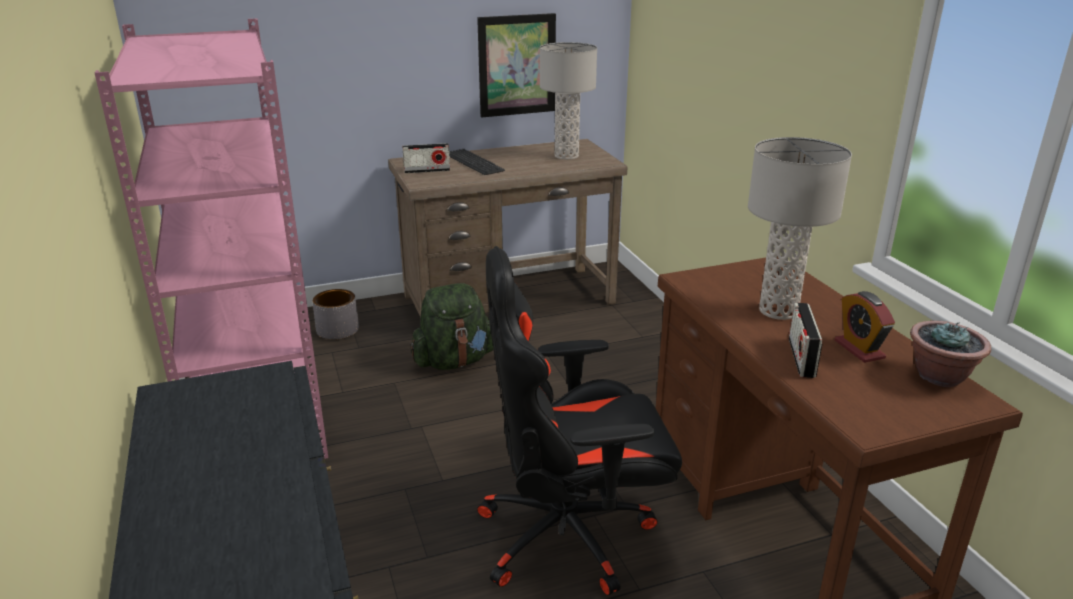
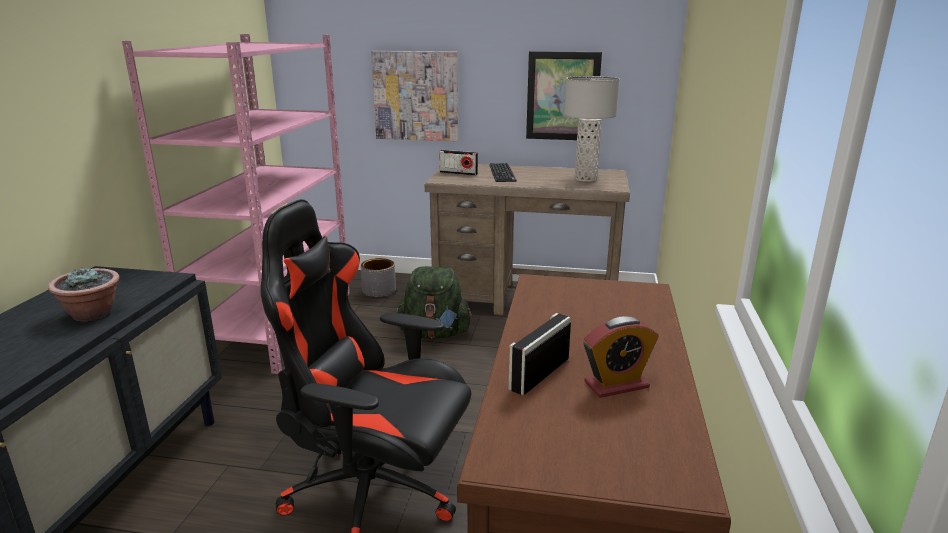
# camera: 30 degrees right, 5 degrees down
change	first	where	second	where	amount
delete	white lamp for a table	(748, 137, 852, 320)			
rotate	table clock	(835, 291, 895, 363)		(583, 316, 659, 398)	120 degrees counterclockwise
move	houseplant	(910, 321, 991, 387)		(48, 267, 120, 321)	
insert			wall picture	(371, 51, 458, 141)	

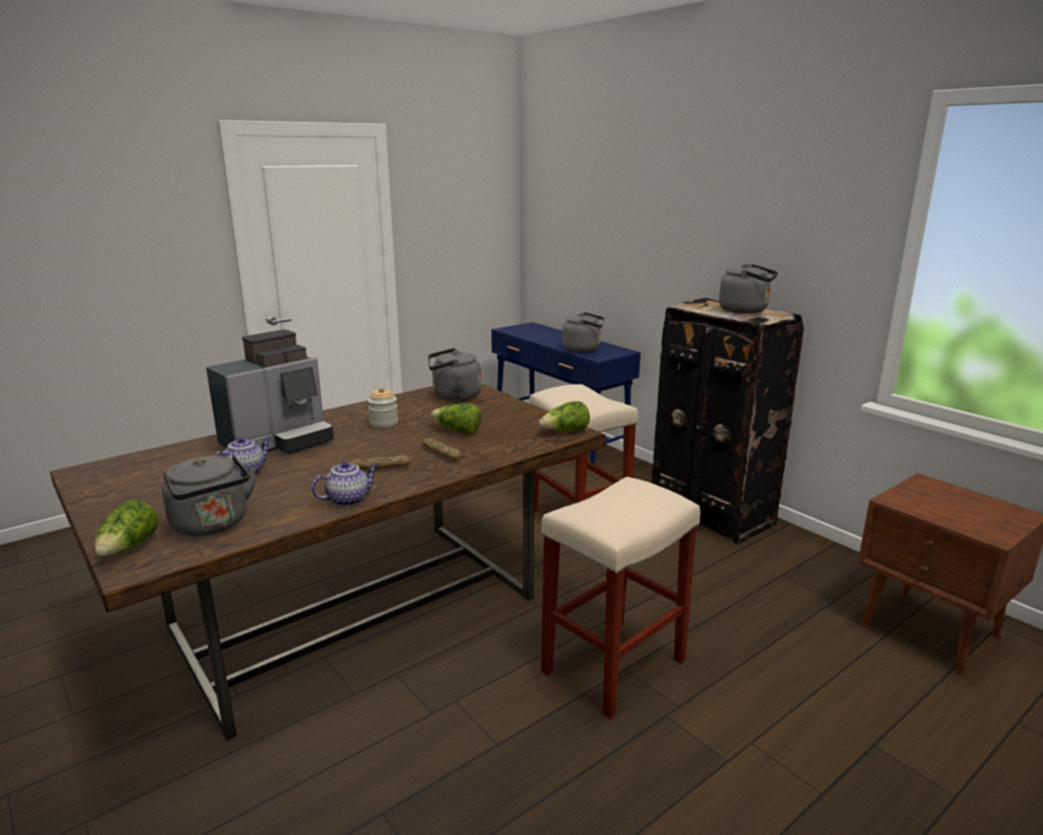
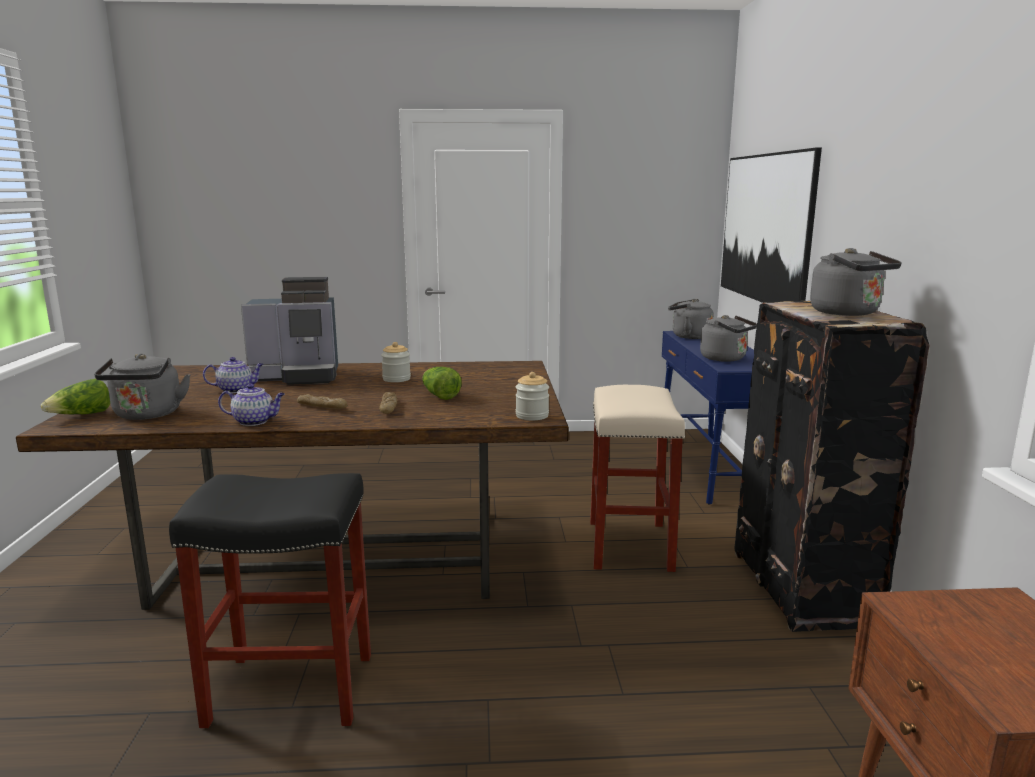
# camera: 35 degrees right, 5 degrees down
change	first	where	second	where	amount
move	gray kettle	(428, 348, 481, 401)		(668, 299, 714, 339)	
replace	lettuce head	(539, 401, 590, 432)	jar	(516, 372, 549, 420)	
delete	beige-coloured sitting stool	(541, 477, 700, 719)			
insert			blackish sitting stool	(169, 473, 371, 728)	
insert			wall picture	(721, 147, 822, 303)	

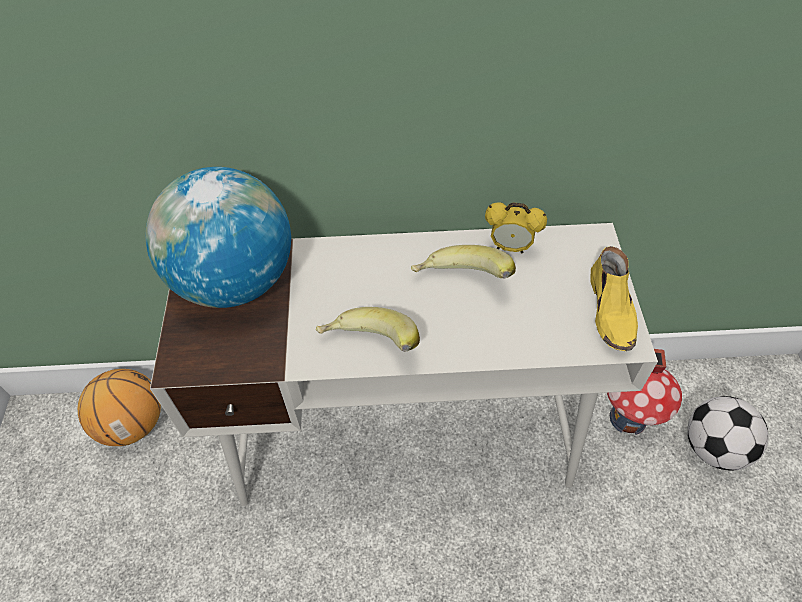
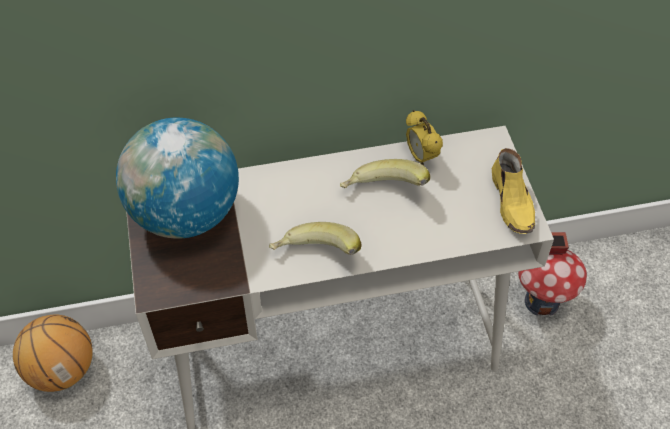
# camera: 10 degrees left, 0 degrees up
change	first	where	second	where	amount
rotate	table clock	(485, 202, 547, 254)		(406, 110, 443, 166)	60 degrees clockwise
delete	ball for football	(687, 396, 769, 471)			

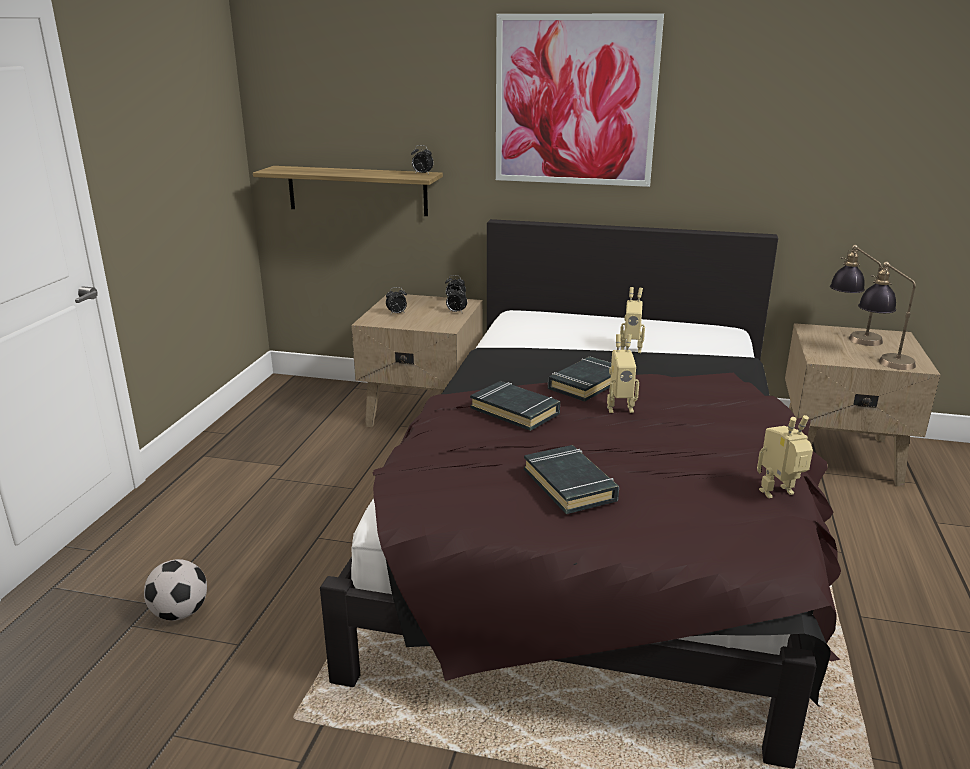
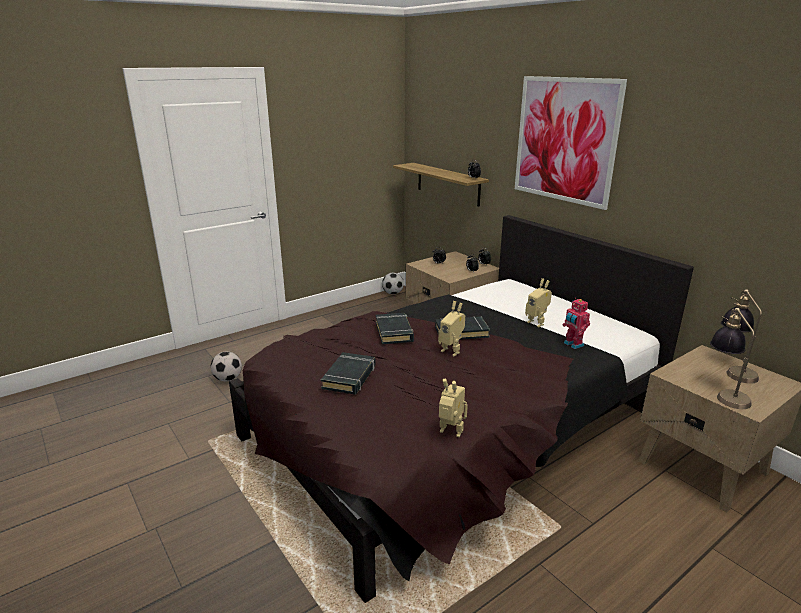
# camera: 40 degrees right, 0 degrees up
change	first	where	second	where	amount
insert			ball for football	(382, 273, 404, 294)	
insert			model robot	(562, 298, 590, 349)	

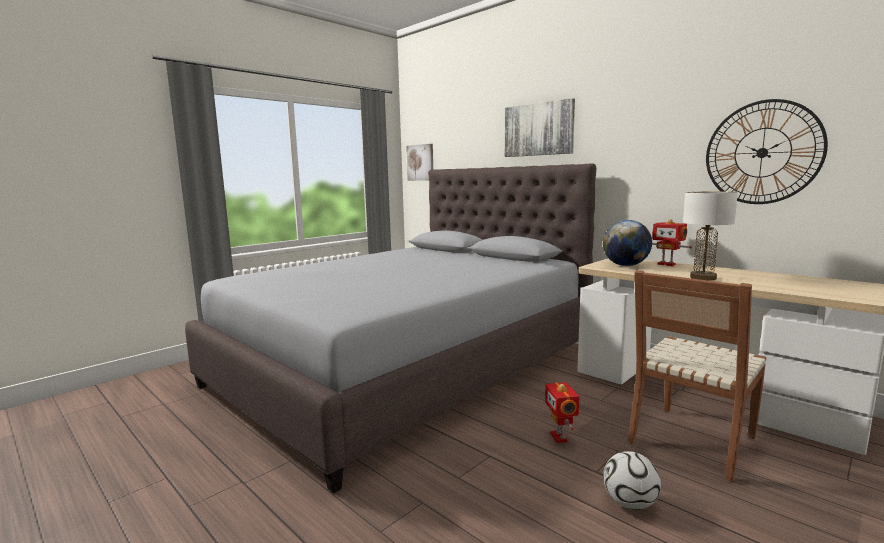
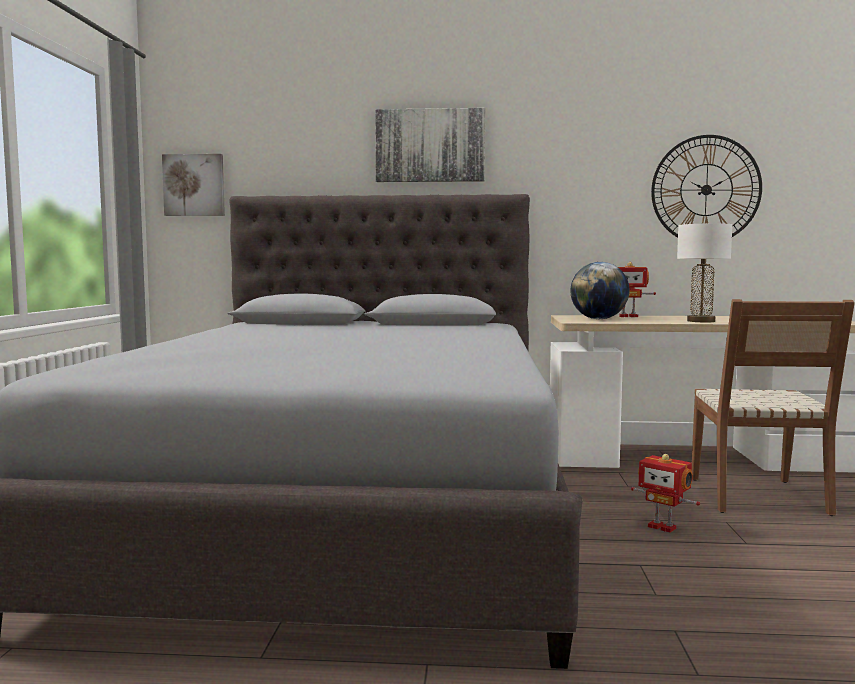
# camera: 40 degrees left, 5 degrees down
change	first	where	second	where	amount
delete	ball for football	(603, 451, 661, 510)			

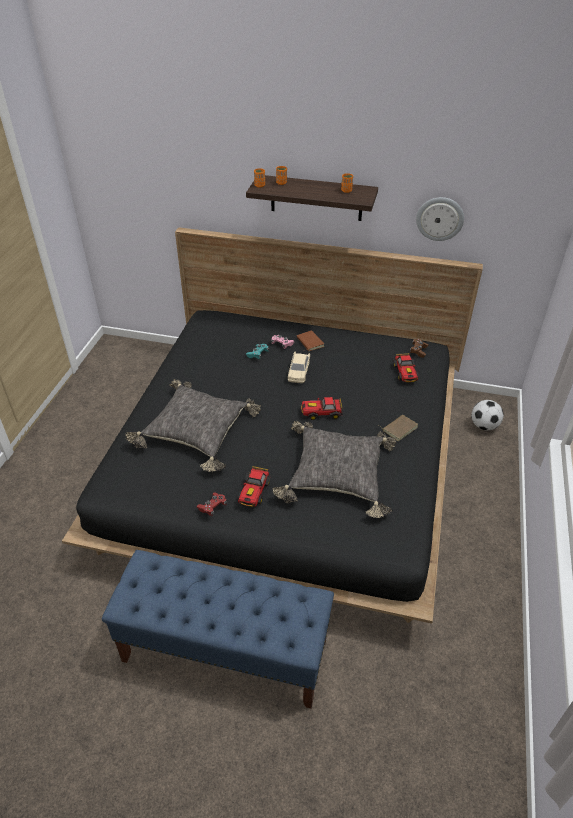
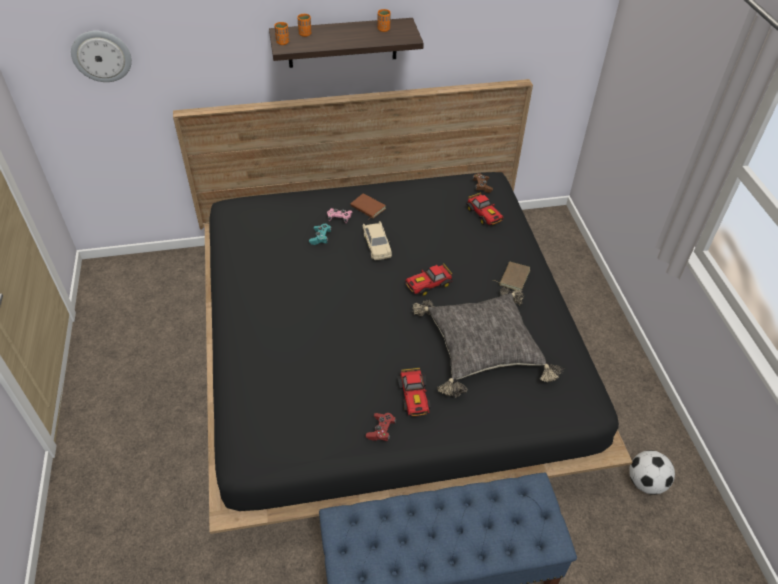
# camera: 25 degrees left, 5 degrees up
change	first	where	second	where	amount
delete	cushion	(125, 379, 261, 473)			
move	clock on the wall	(416, 197, 464, 241)		(71, 31, 132, 82)	
move	ball for football	(471, 400, 504, 430)		(629, 450, 675, 495)	

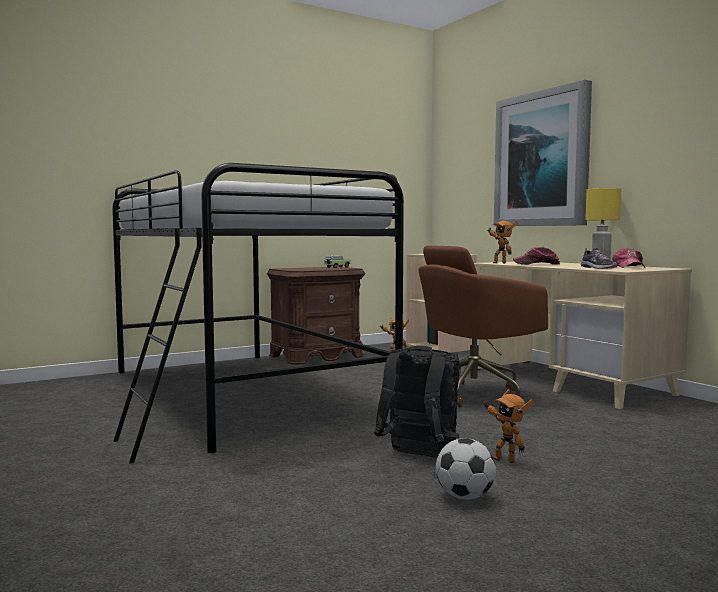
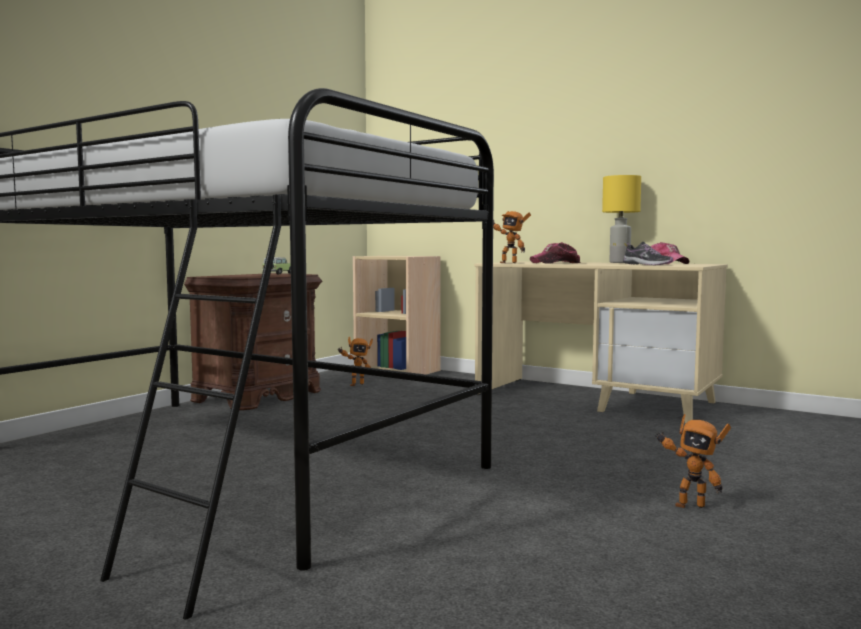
# camera: 25 degrees left, 0 degrees up
change	first	where	second	where	amount
delete	blackish rucksack	(374, 345, 460, 458)			
delete	brown office chair	(418, 245, 548, 407)			
delete	ball for football	(436, 438, 496, 500)			
delete	wall picture	(494, 80, 592, 226)			

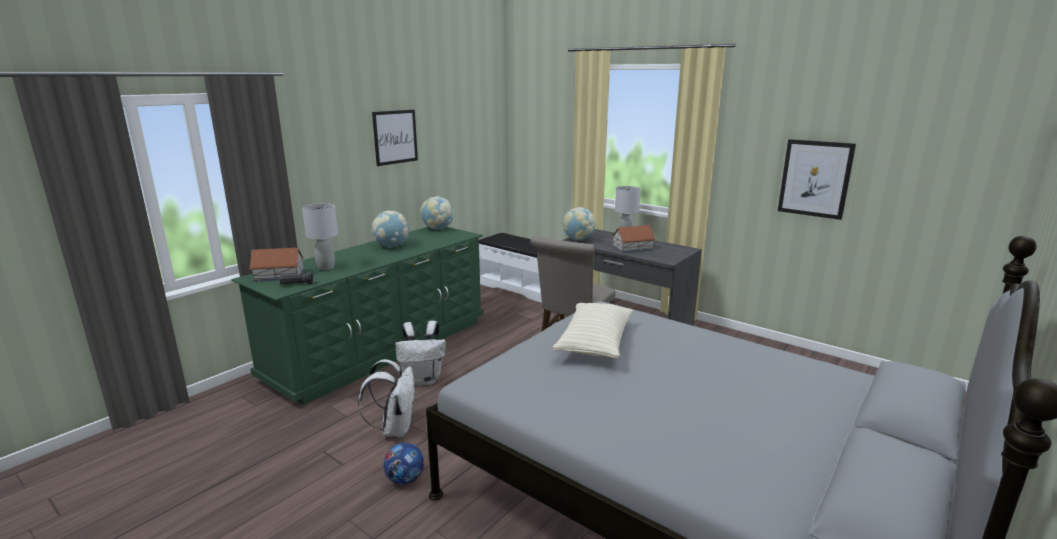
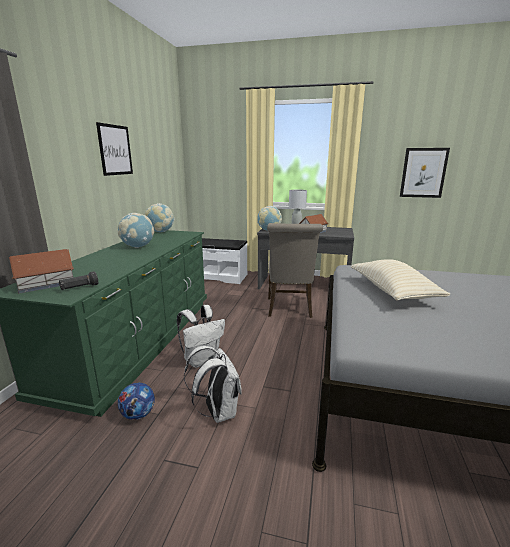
# camera: 25 degrees left, 0 degrees up
change	first	where	second	where	amount
delete	gray lamp for a table	(302, 203, 338, 270)			
move	ball for football	(383, 443, 424, 484)		(118, 383, 155, 420)	

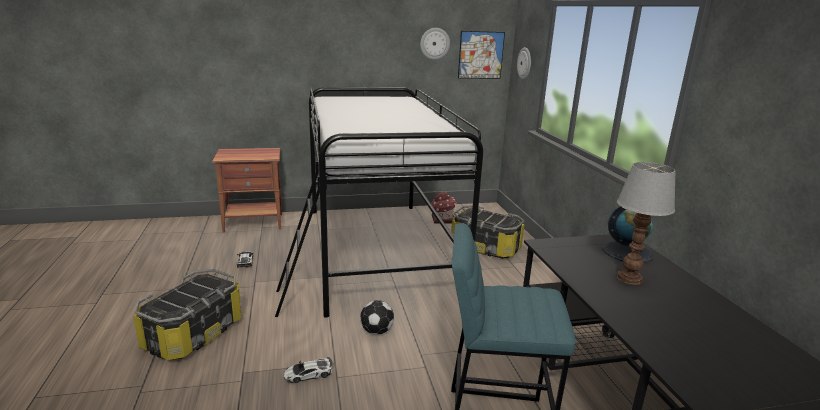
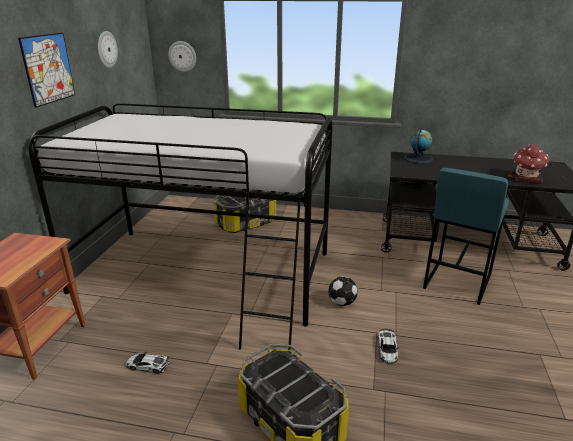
# camera: 65 degrees left, 5 degrees up
change	first	where	second	where	amount
move	model house	(431, 192, 457, 224)		(508, 144, 549, 184)	
move	wall picture	(458, 31, 505, 79)		(18, 33, 75, 108)	
delete	lamp for a table	(617, 162, 675, 285)			

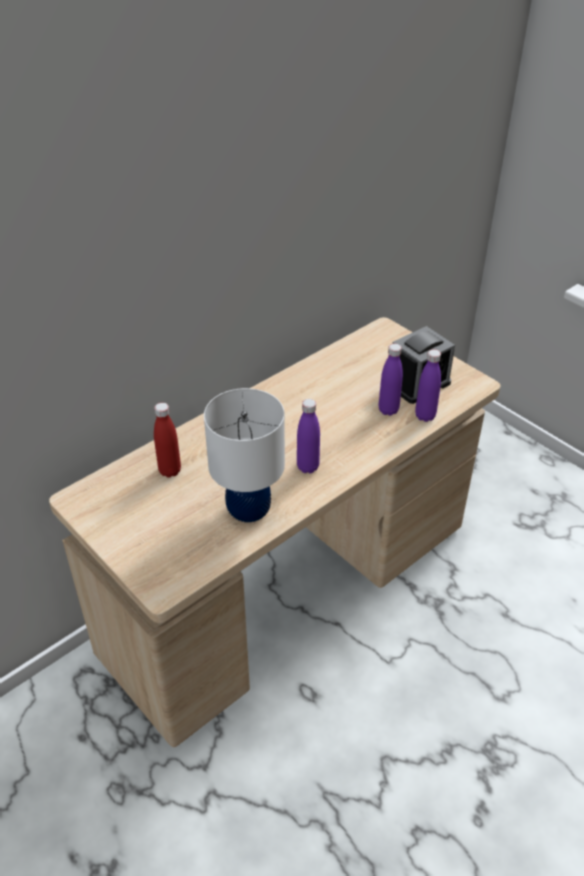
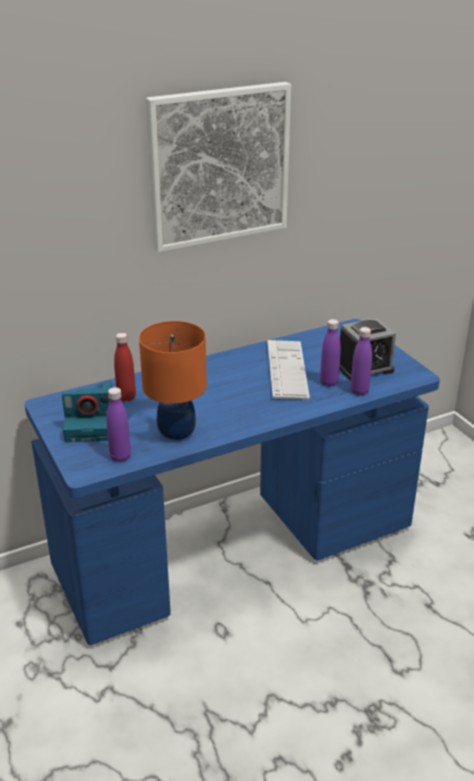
# camera: 15 degrees right, 10 degrees down
change	first	where	second	where	amount
recolor	beige-coloured desk unit	(49, 317, 501, 747)	blue desk unit	(24, 319, 440, 645)	
recolor	white lamp for a table	(204, 388, 285, 522)	orange-coloured lamp for a table	(139, 321, 207, 440)	
move	purple beverage bottle	(297, 399, 320, 473)		(107, 387, 131, 462)	
insert			photo camera	(62, 381, 112, 442)	
insert			wall picture	(146, 82, 291, 252)	
insert			PC keyboard	(267, 340, 310, 400)	

